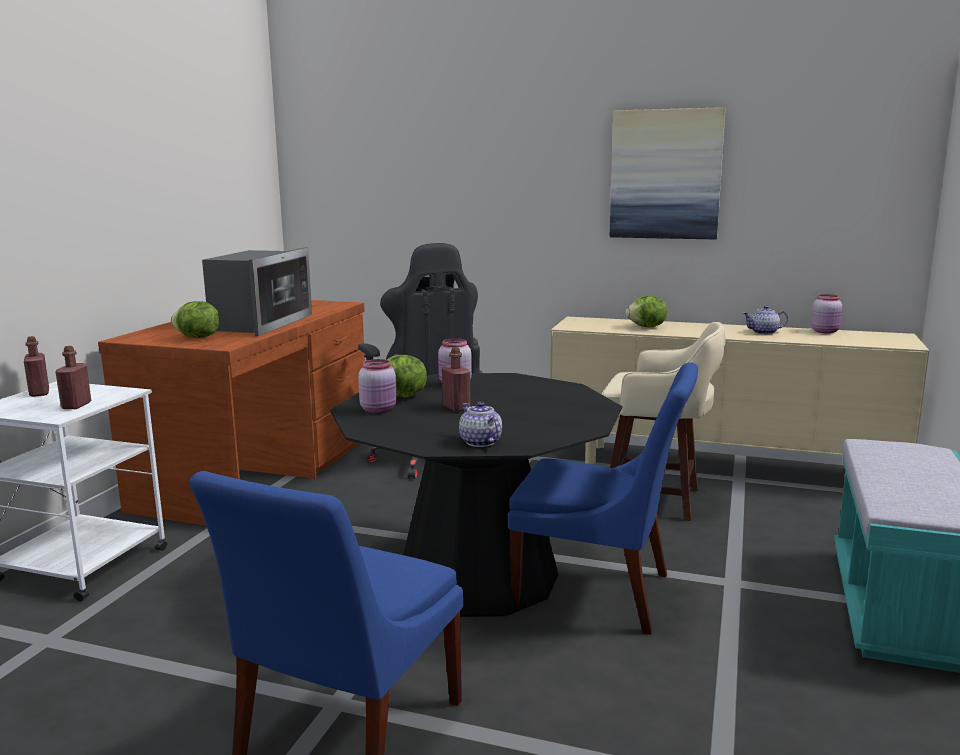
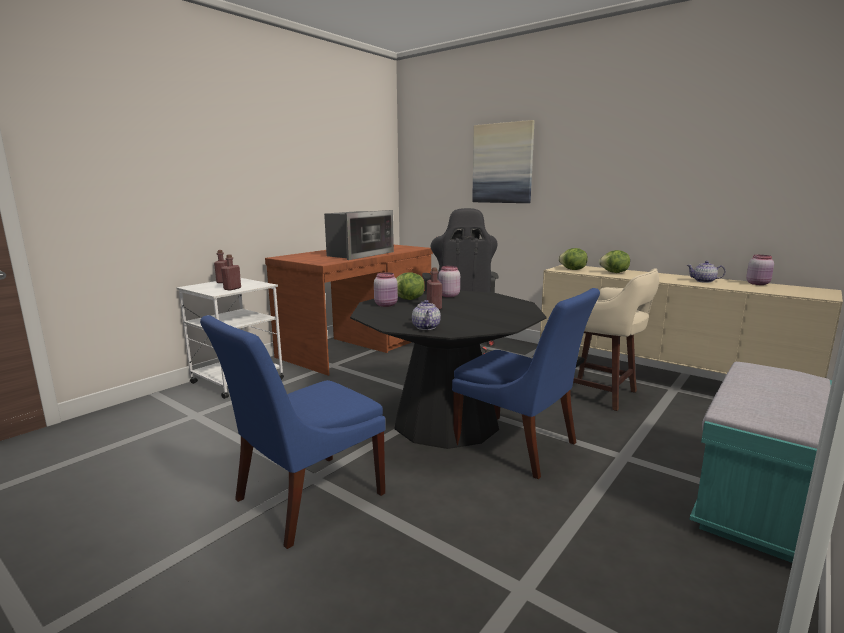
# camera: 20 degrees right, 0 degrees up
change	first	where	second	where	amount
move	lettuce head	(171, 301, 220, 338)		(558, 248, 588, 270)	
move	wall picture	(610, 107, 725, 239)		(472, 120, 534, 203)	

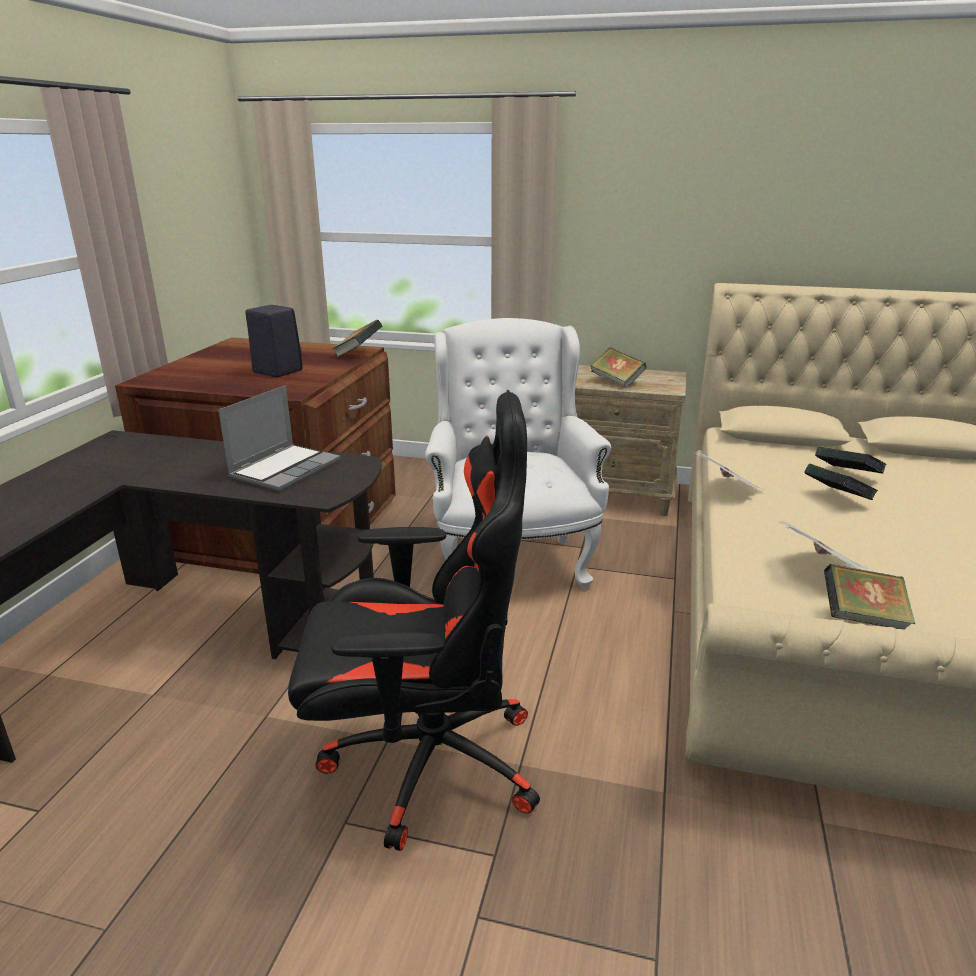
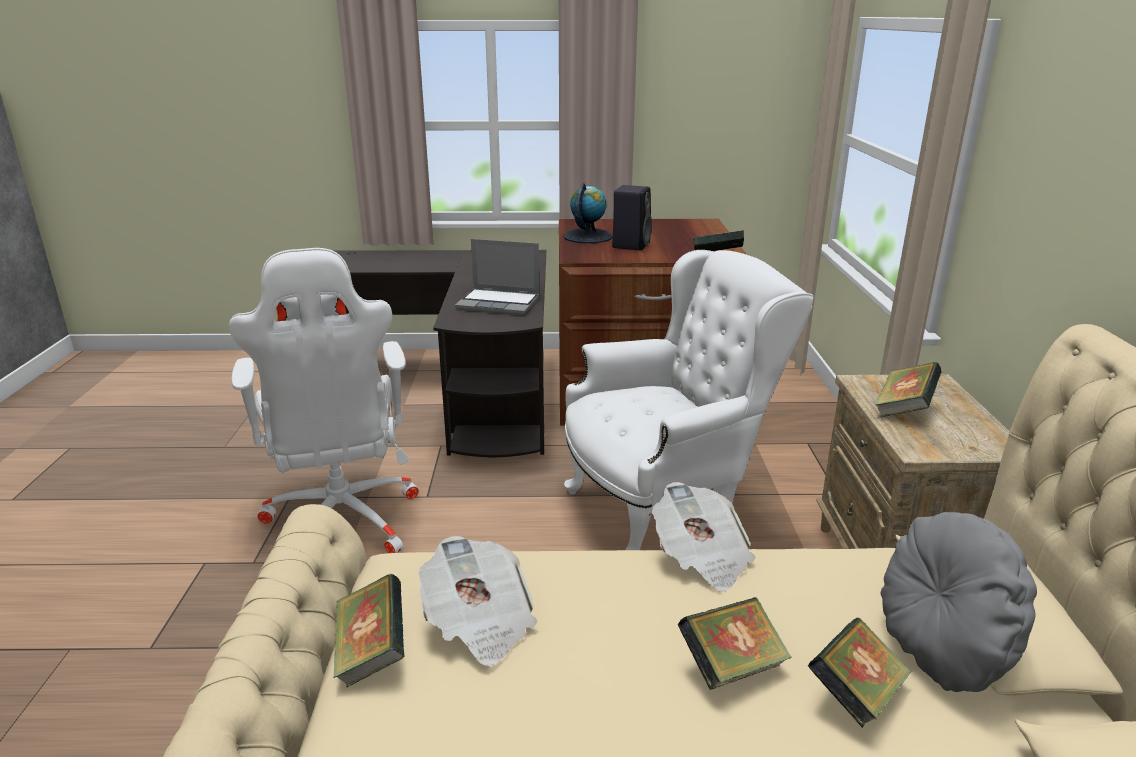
# camera: 75 degrees right, 0 degrees up
change	first	where	second	where	amount
recolor	blackish office chair	(288, 390, 540, 851)	white office chair	(229, 248, 419, 553)	
insert			desk globe	(563, 183, 613, 243)	
insert			gray cushion	(881, 512, 1037, 692)	

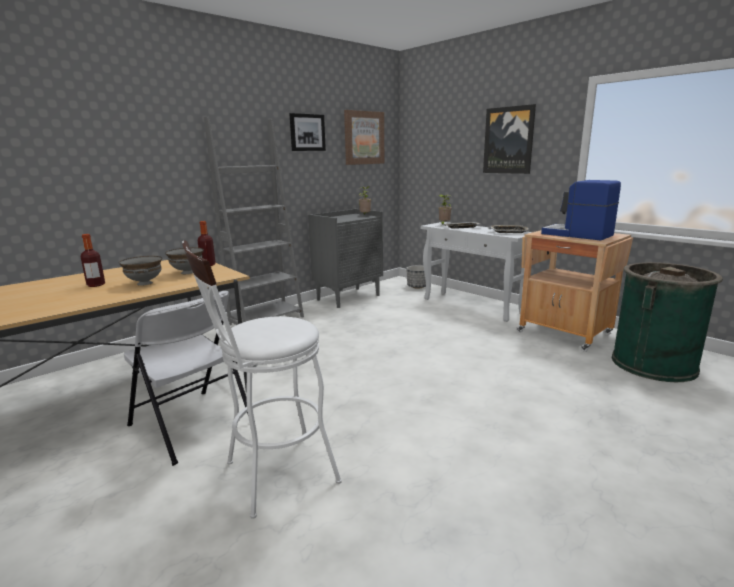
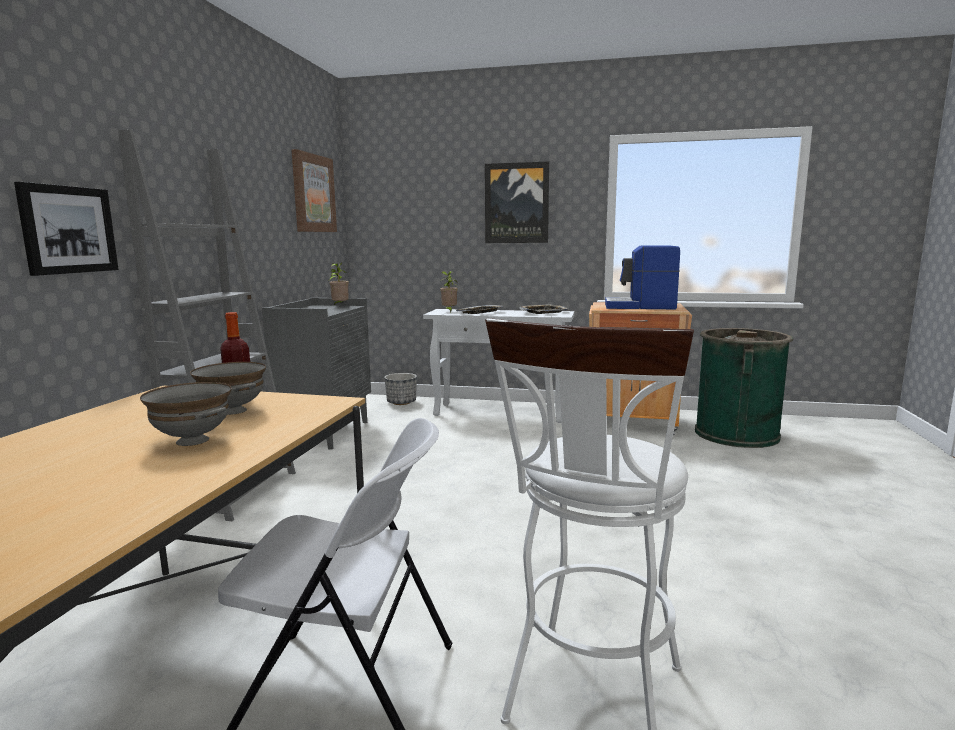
# camera: 35 degrees left, 5 degrees down
change	first	where	second	where	amount
delete	beverage bottle	(81, 234, 105, 287)			
move	wall picture	(289, 113, 326, 151)		(14, 182, 119, 276)	

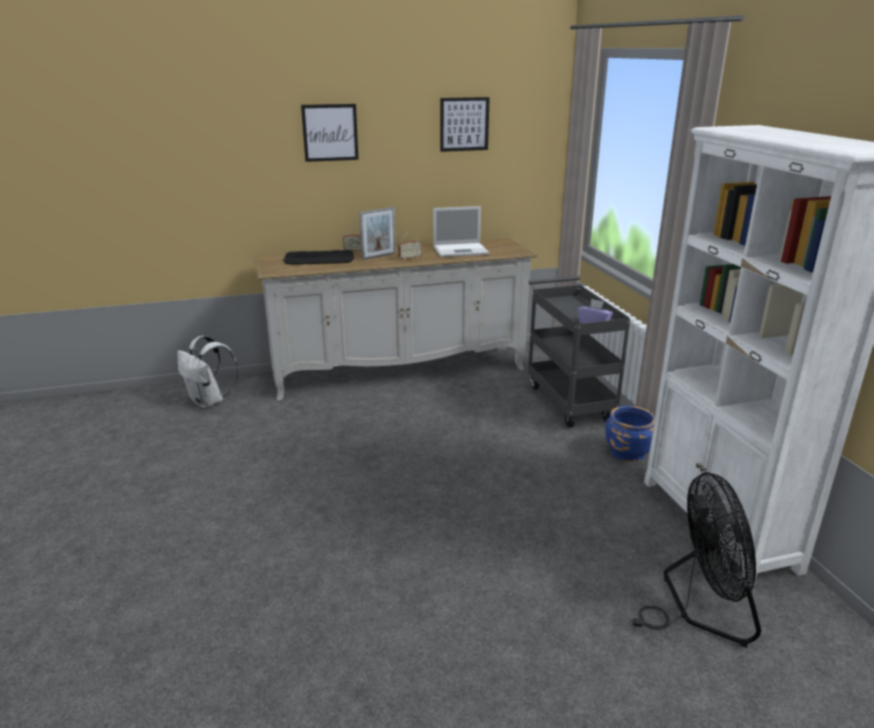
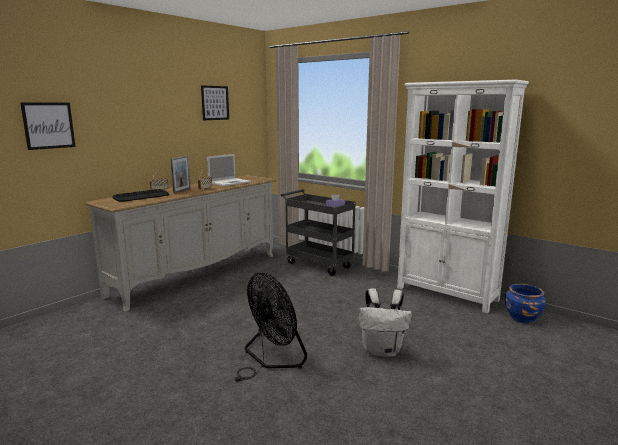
# camera: 35 degrees left, 10 degrees down
change	first	where	second	where	amount
move	white rucksack	(177, 336, 238, 408)		(359, 288, 412, 357)	
move	wall picture	(301, 104, 358, 162)		(20, 103, 76, 150)	
move	blue plant pot	(605, 406, 655, 462)		(505, 284, 546, 324)	
move	blackish cooling fan	(630, 472, 761, 648)		(234, 273, 307, 382)	

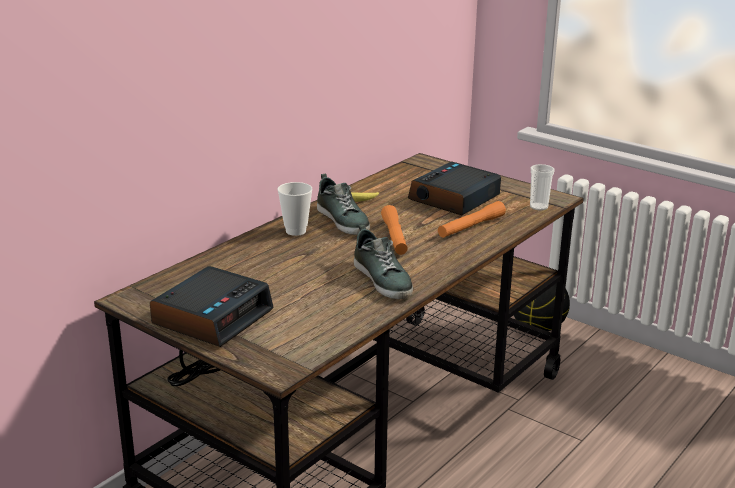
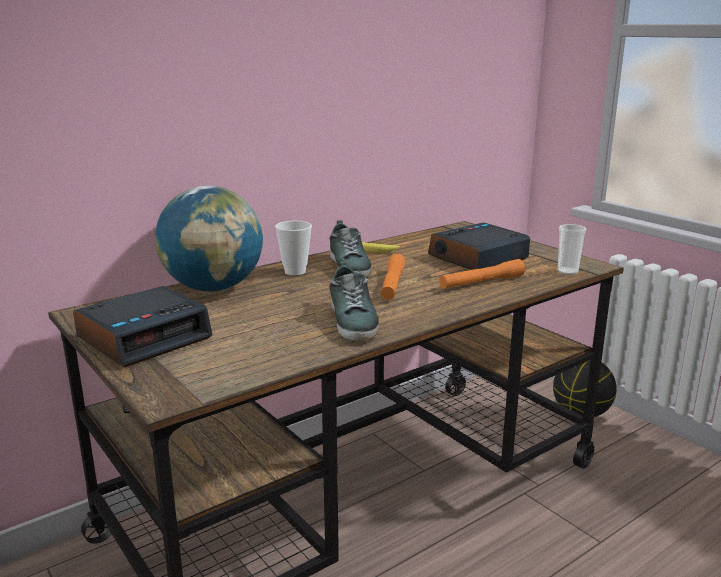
# camera: 15 degrees right, 5 degrees down
change	first	where	second	where	amount
insert			desk globe	(155, 185, 263, 292)	

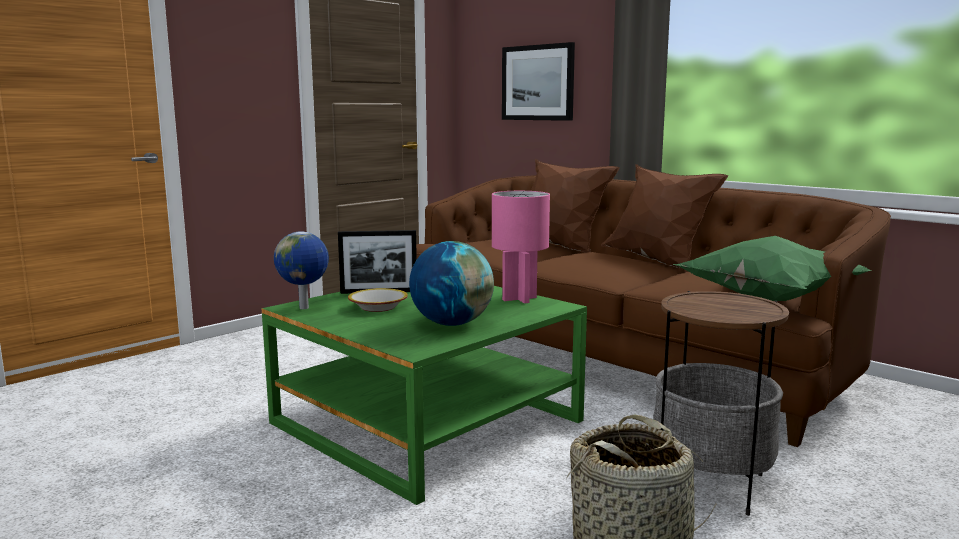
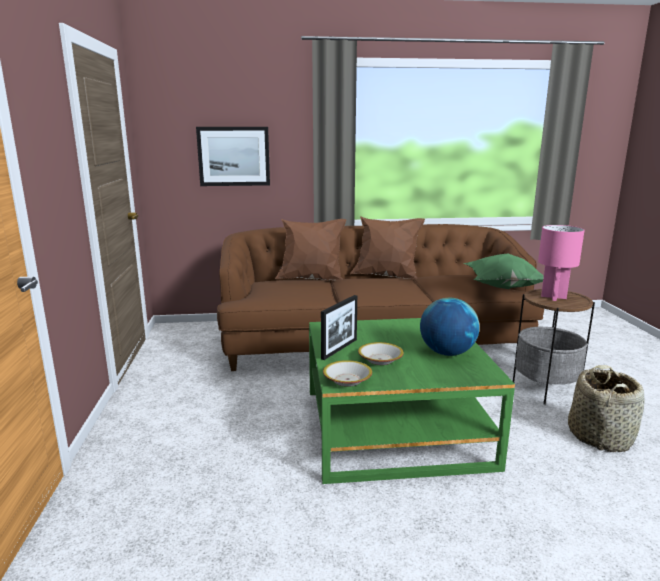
# camera: 50 degrees left, 5 degrees up
change	first	where	second	where	amount
replace	desk globe	(274, 231, 329, 309)	deep dish	(323, 360, 372, 387)	
move	pinkish lamp for a table	(492, 191, 550, 304)		(538, 225, 585, 301)	

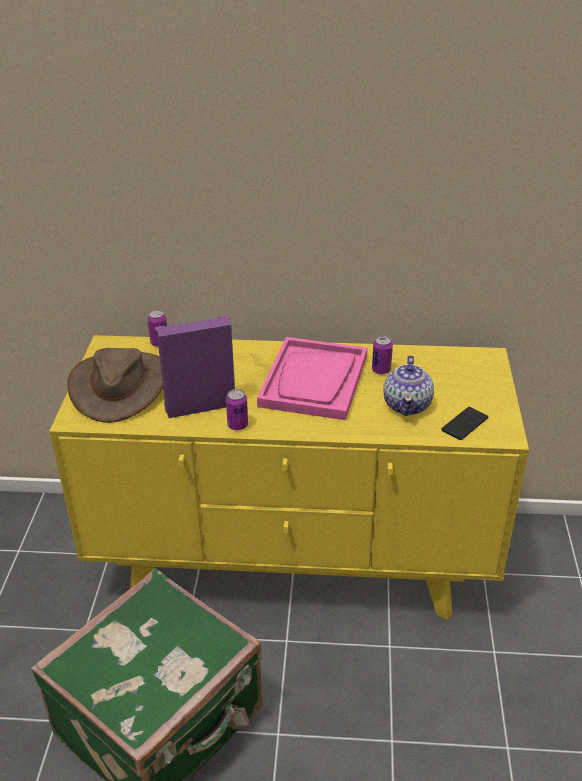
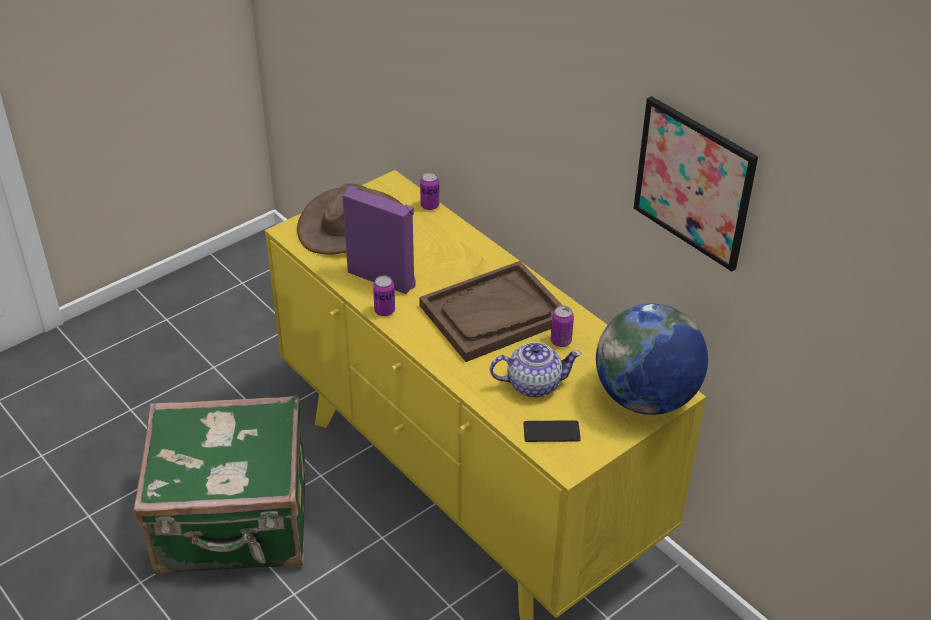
# camera: 45 degrees right, 5 degrees up
change	first	where	second	where	amount
recolor	pinkish carrying tray	(257, 337, 367, 420)	brown carrying tray	(419, 261, 563, 362)	
rotate	teapot	(383, 355, 434, 416)		(490, 342, 582, 398)	150 degrees counterclockwise
insert			desk globe	(596, 304, 708, 415)	
insert			wall picture	(634, 96, 758, 272)	

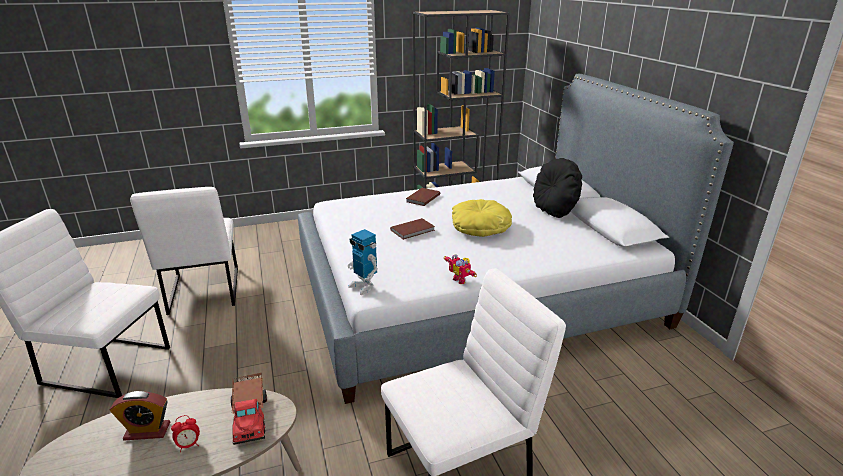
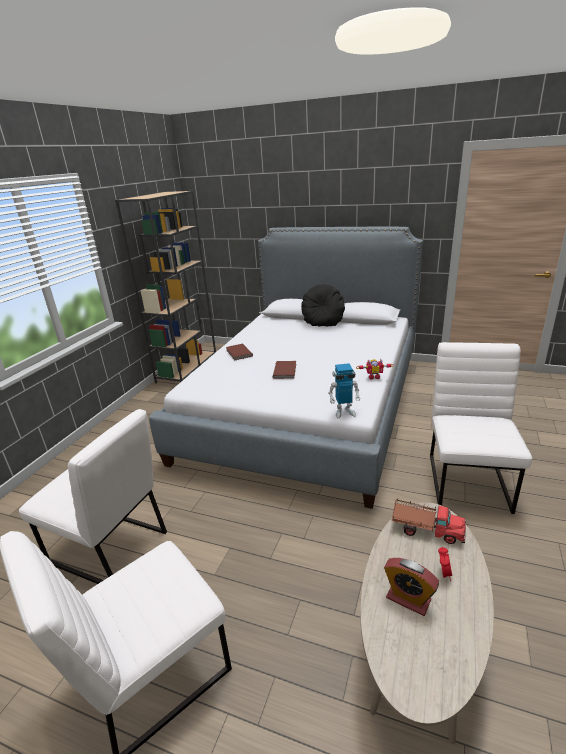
# camera: 50 degrees left, 0 degrees up
change	first	where	second	where	amount
rotate	table clock	(110, 391, 170, 441)		(384, 558, 439, 616)	90 degrees clockwise
delete	yellowish cushion	(452, 199, 512, 237)			

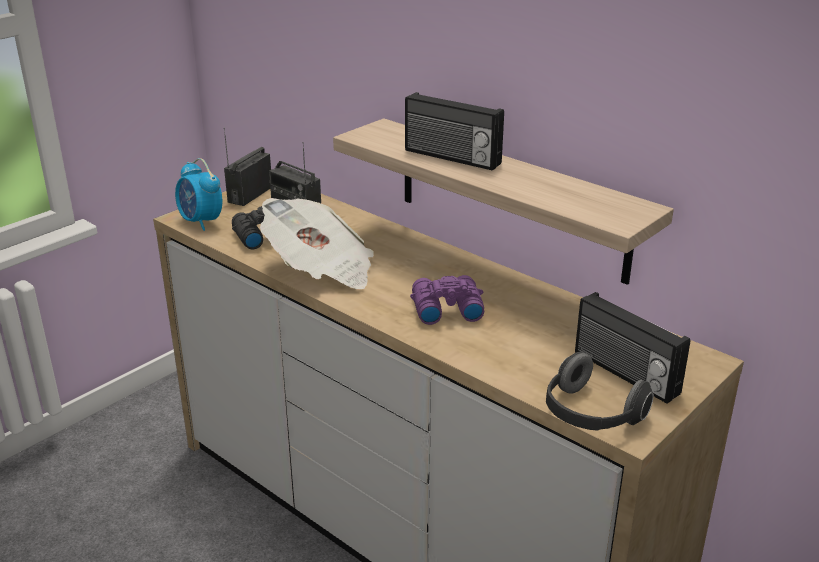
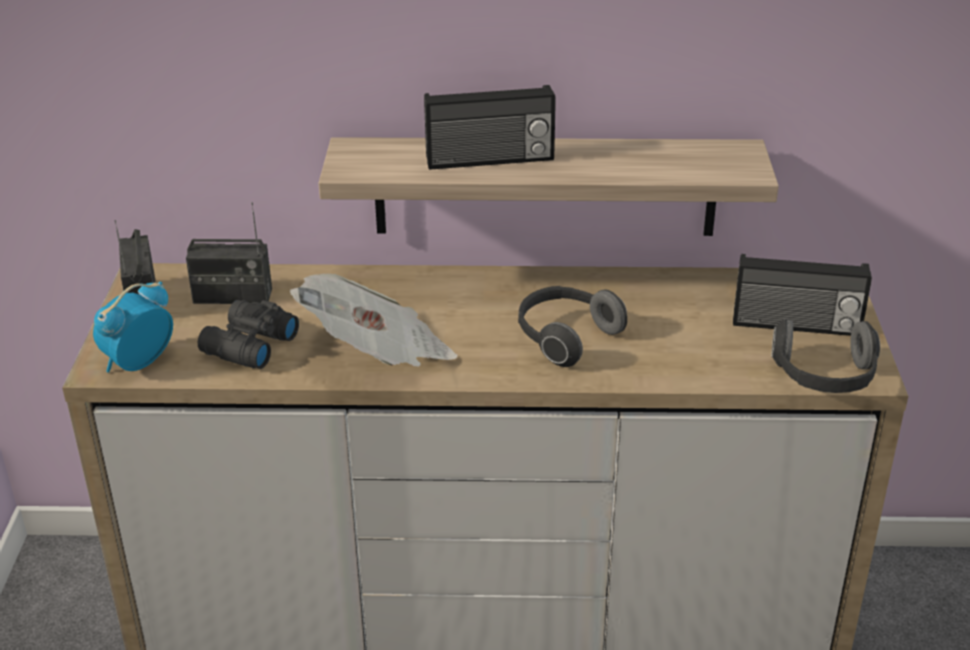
# camera: 40 degrees left, 5 degrees up
change	first	where	second	where	amount
rotate	table clock	(175, 158, 222, 231)		(93, 282, 173, 373)	120 degrees clockwise
replace	purple binoculars	(410, 275, 484, 325)	headphones	(518, 286, 627, 367)	

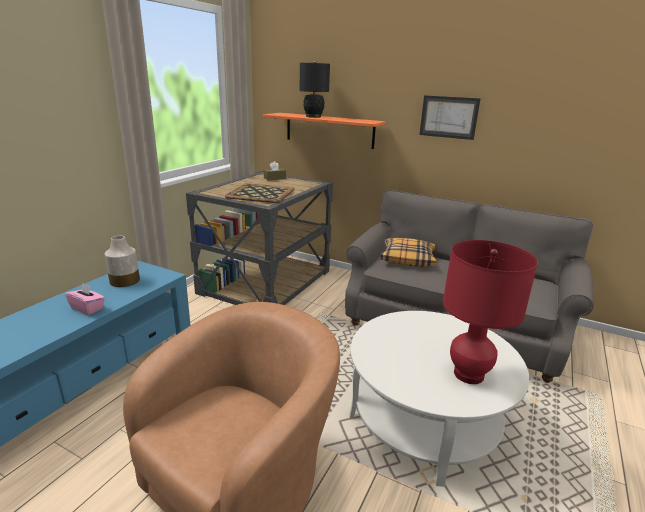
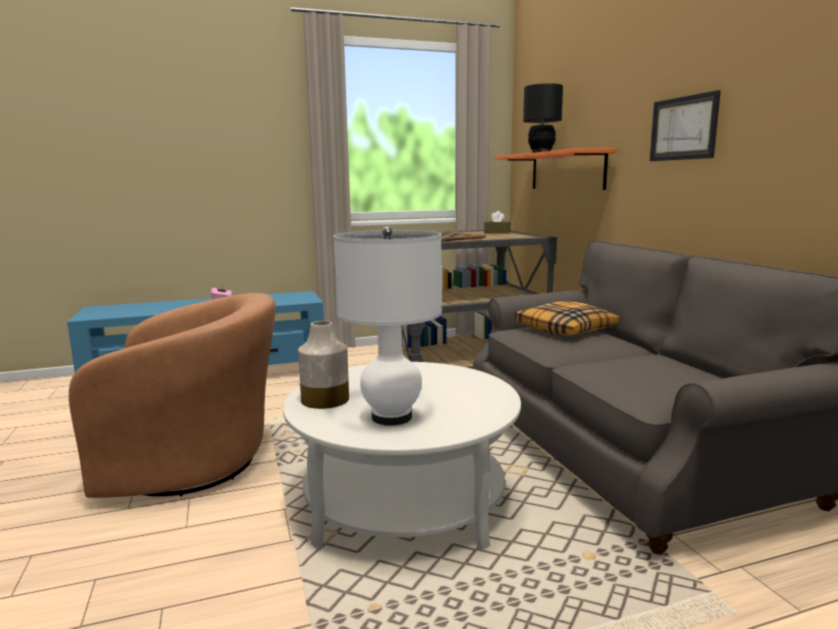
# camera: 45 degrees right, 10 degrees down
change	first	where	second	where	amount
move	beige-coloured decorative vase	(105, 236, 140, 287)		(298, 321, 349, 409)	
recolor	red lamp for a table	(443, 240, 538, 384)	white lamp for a table	(334, 227, 442, 426)	

